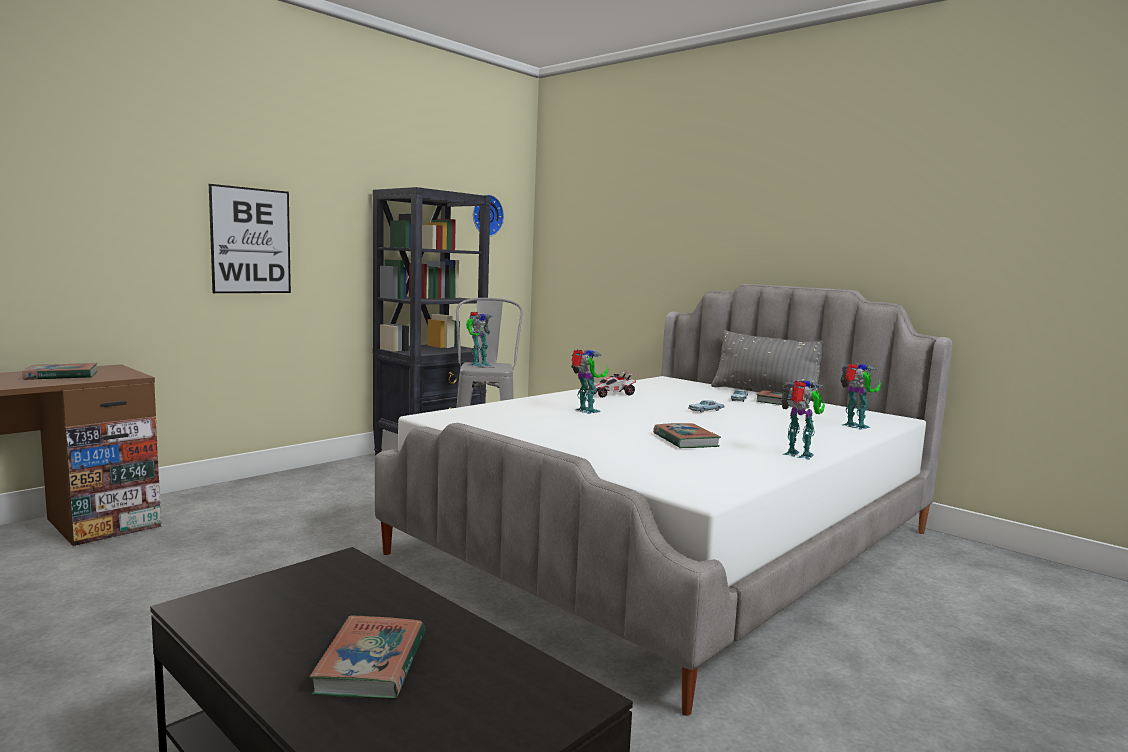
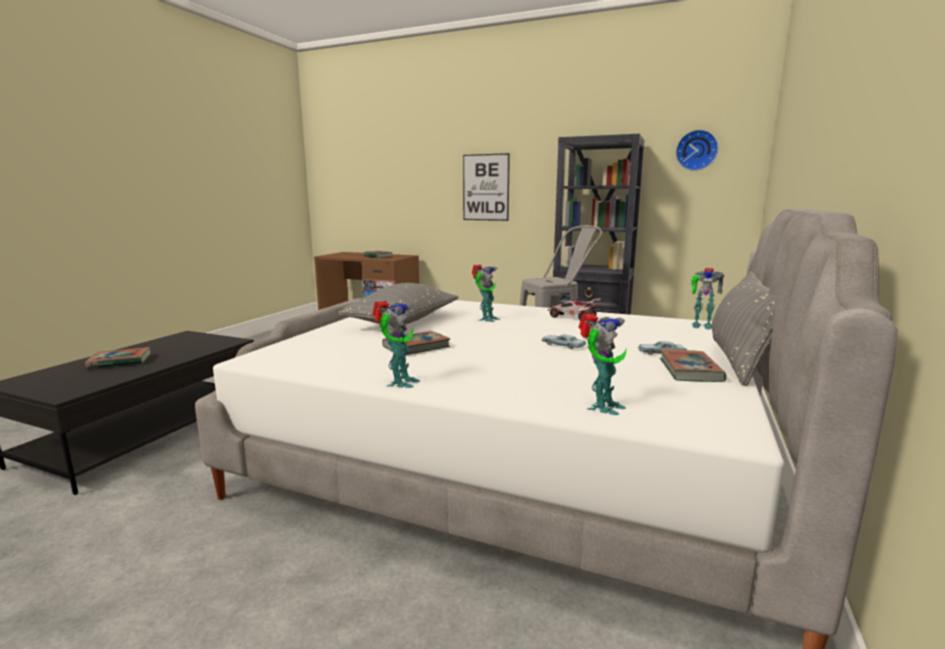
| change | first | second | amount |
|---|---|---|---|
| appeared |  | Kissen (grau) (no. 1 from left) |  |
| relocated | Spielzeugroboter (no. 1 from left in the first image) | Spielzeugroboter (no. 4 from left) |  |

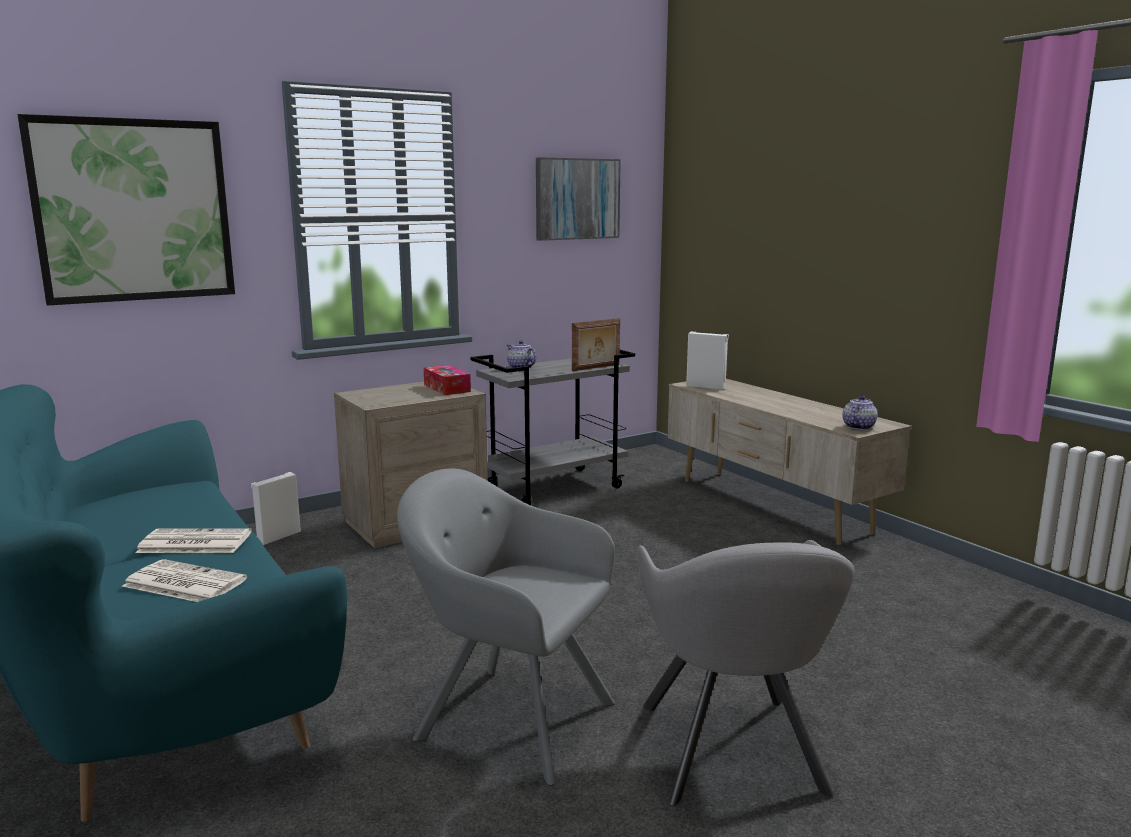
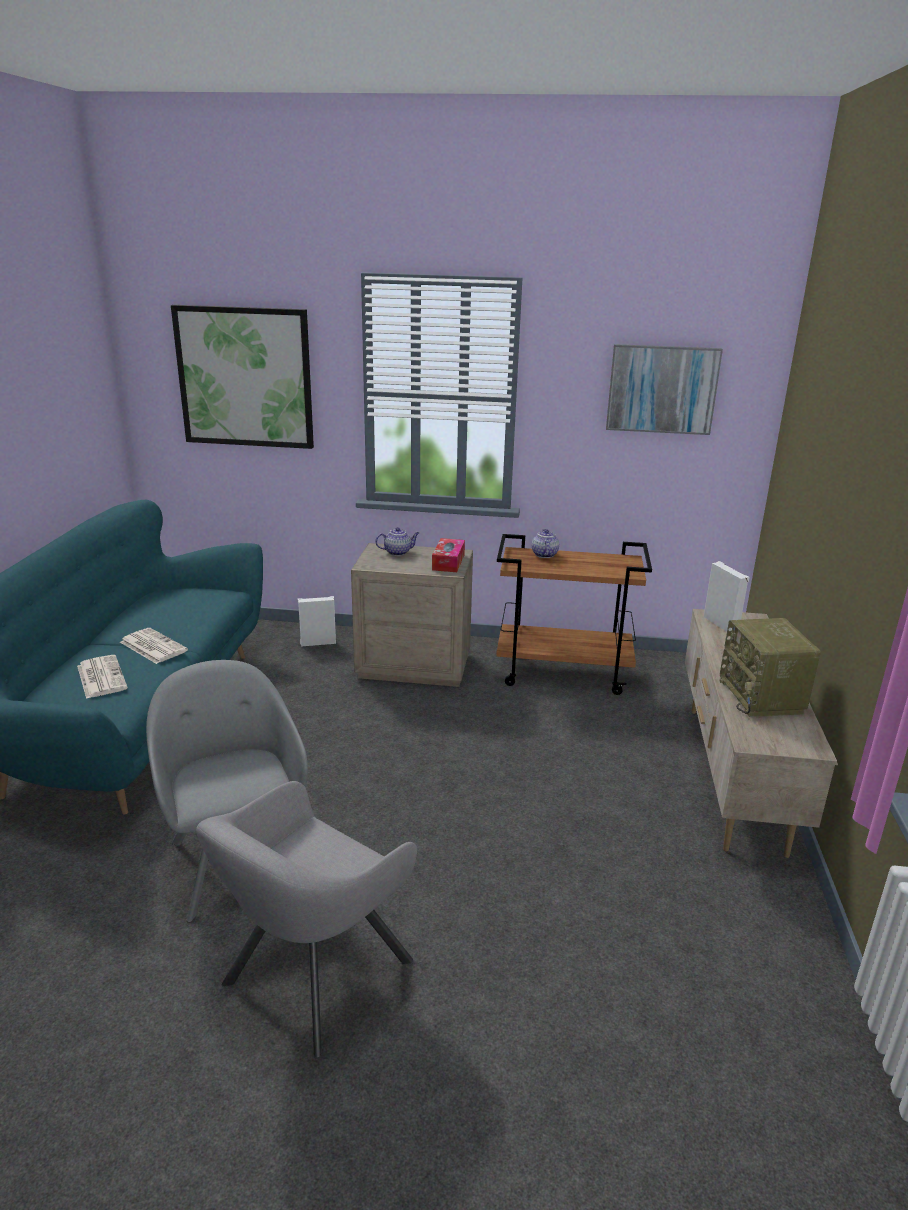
| change | first | second | amount |
|---|---|---|---|
| relocated | Teekanne (no. 2 from left in the first image) | Teekanne (no. 1 from left) |  |
| colour | Rollwagen (grau) | Rollwagen (braun) |  |
| appeared |  | Radio |  |
| missing | Bilderrahmen |  |  |

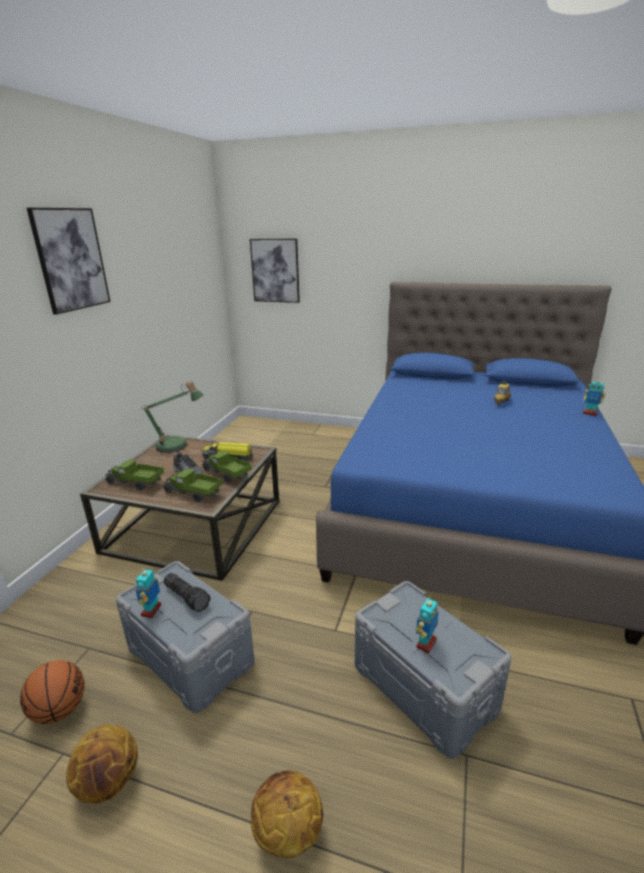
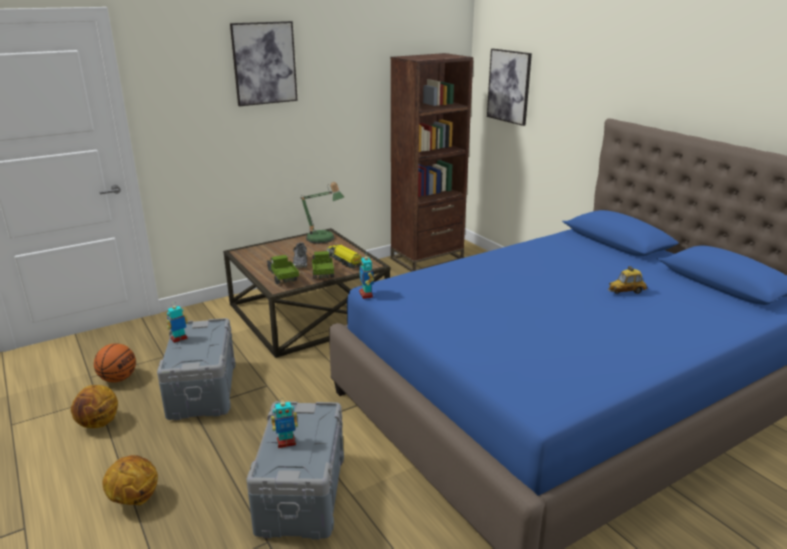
| change | first | second | amount |
|---|---|---|---|
| relocated | Spielzeugroboter (no. 3 from left) |  |  |
| appeared |  | Bücherregal (braun) |  |
| missing | Spielzeuglaster (no. 1 from left) |  |  |
| missing | Taschenlampe |  |  |

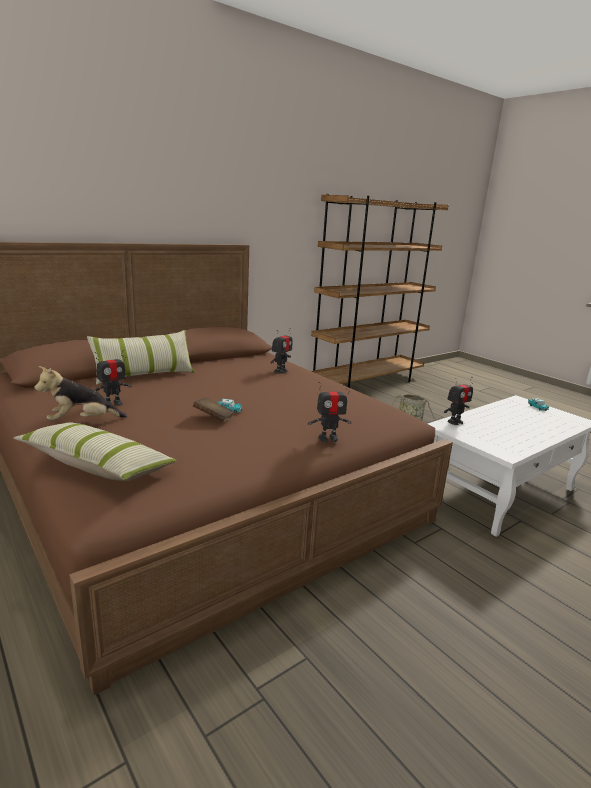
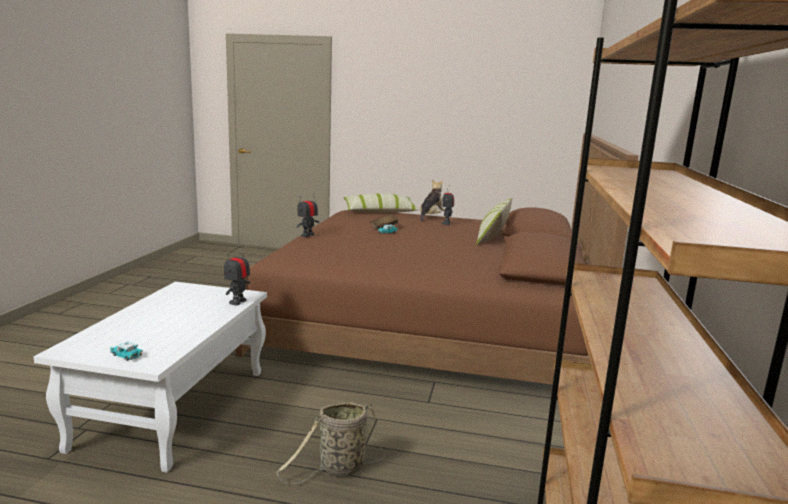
| change | first | second | amount |
|---|---|---|---|
| missing | Spielzeugroboter (no. 2 from left) |  |  |

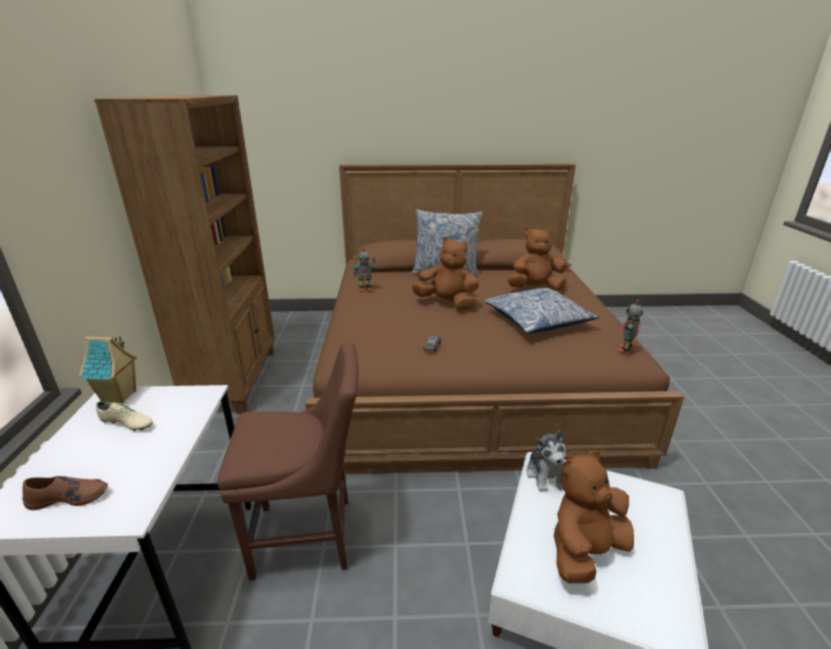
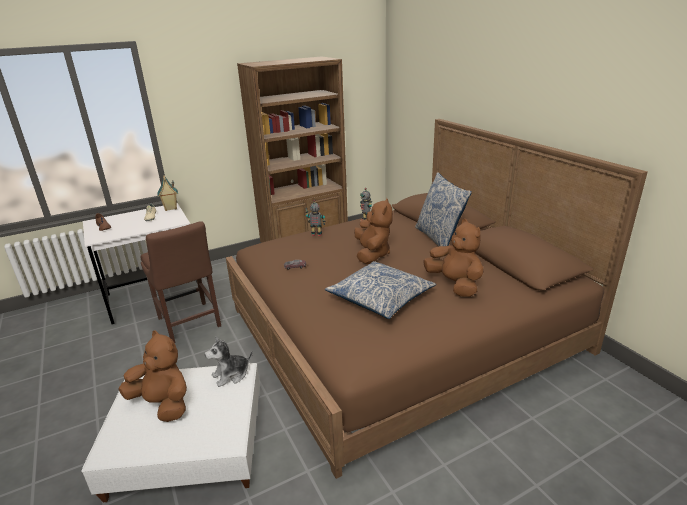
| change | first | second | amount |
|---|---|---|---|
| relocated | Spielzeugroboter (no. 2 from left in the first image) | Spielzeugroboter (no. 1 from left) |  |

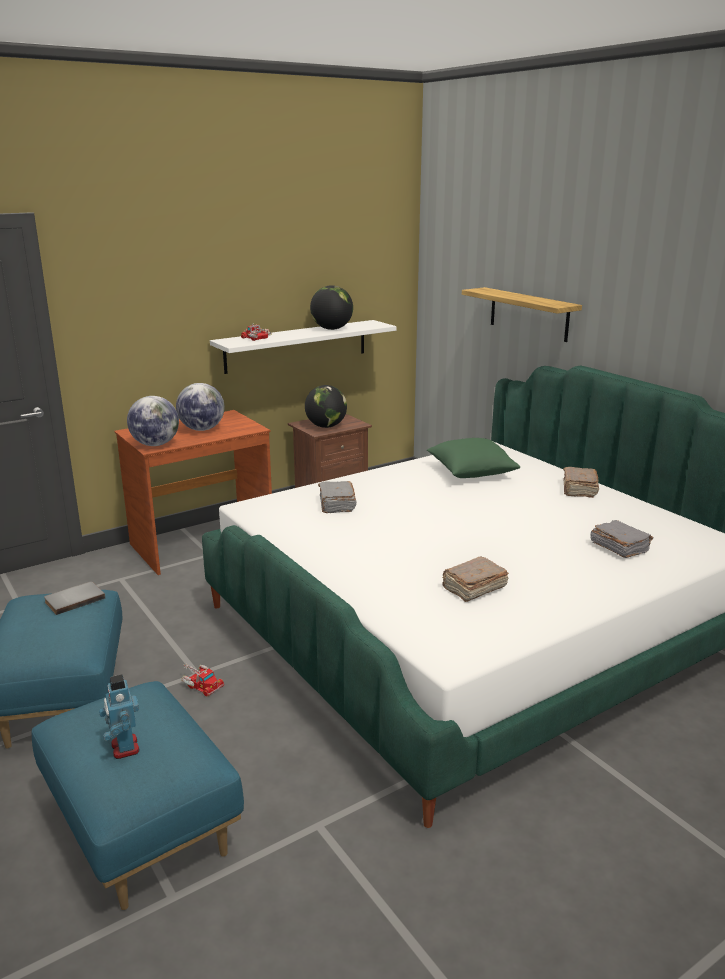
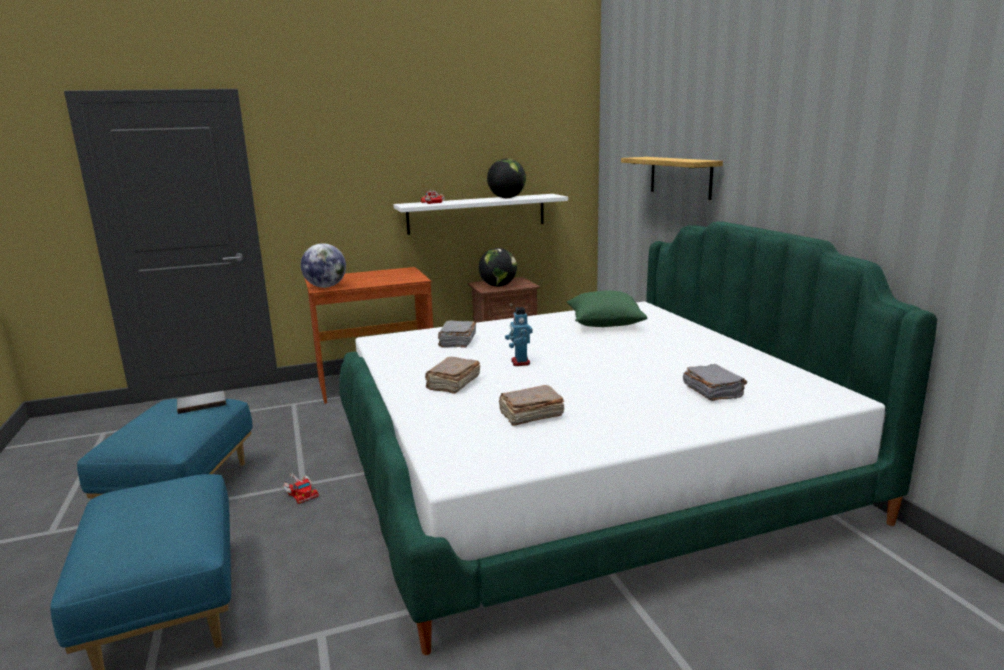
| change | first | second | amount |
|---|---|---|---|
| relocated | Buch (braun) (no. 2 from left in the first image) | Buch (braun) (no. 1 from left) |  |
| relocated | Spielzeugroboter |  |  |
| missing | Globus (no. 2 from left) |  |  |

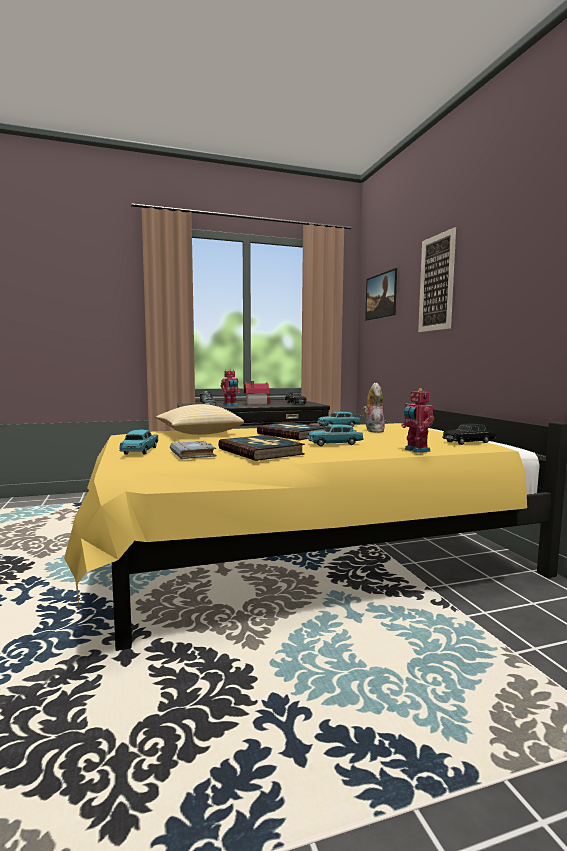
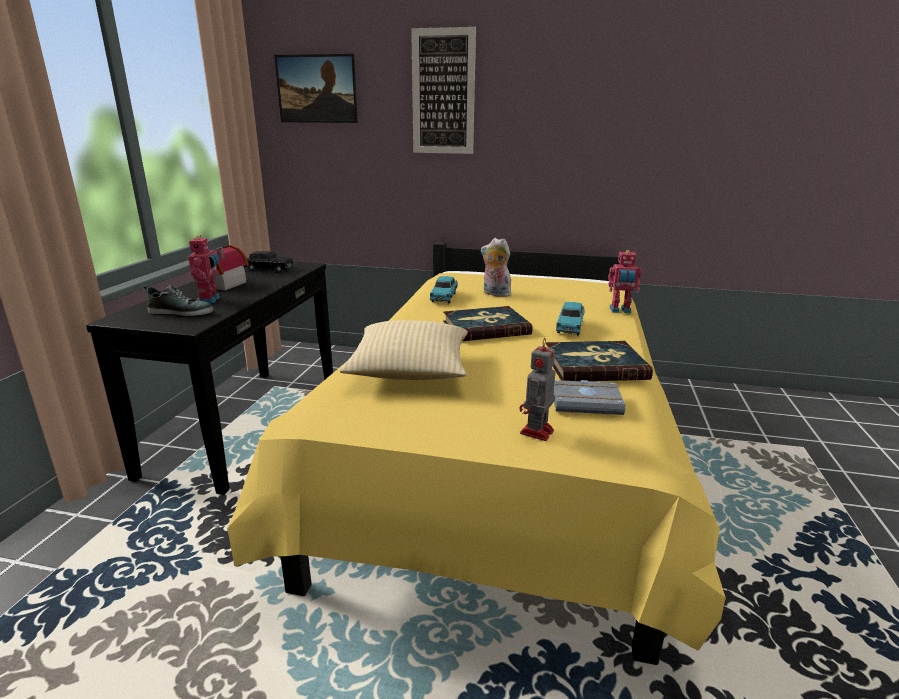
| change | first | second | amount |
|---|---|---|---|
| exchanged | Spielzeugauto (türkis) (no. 1 from left) | Spielzeugroboter (no. 2 from left) |  |
| missing | Spielzeugauto (schwarz) (no. 2 from left) |  |  |

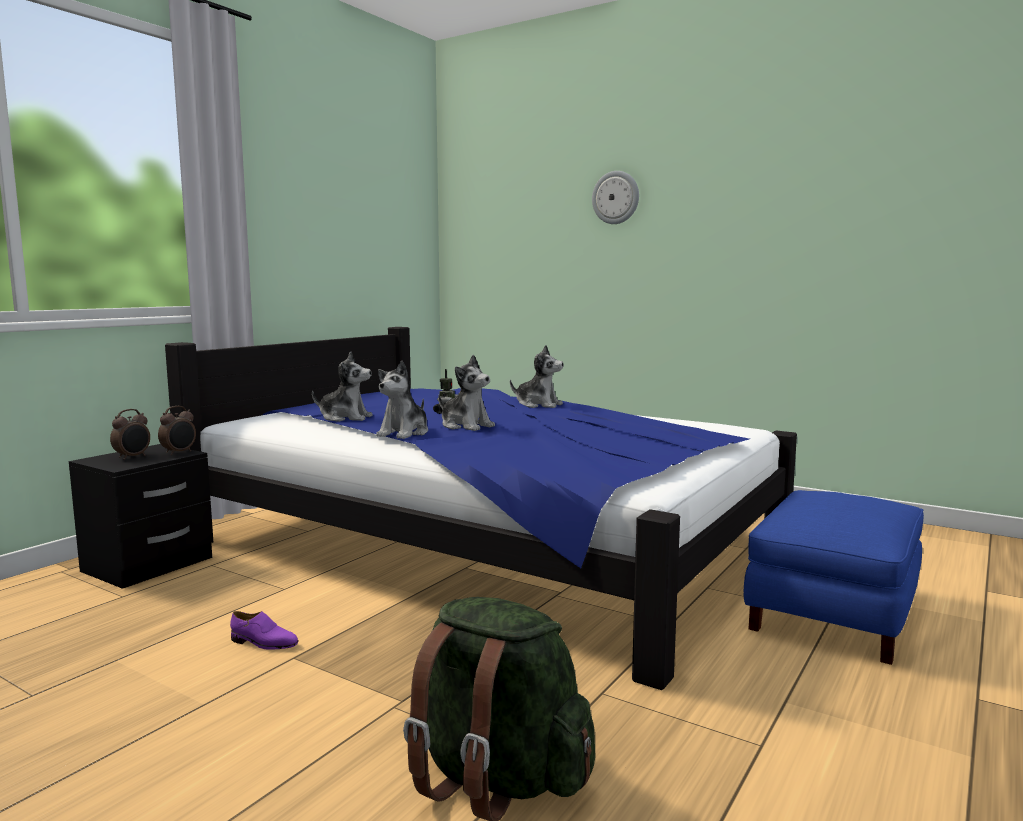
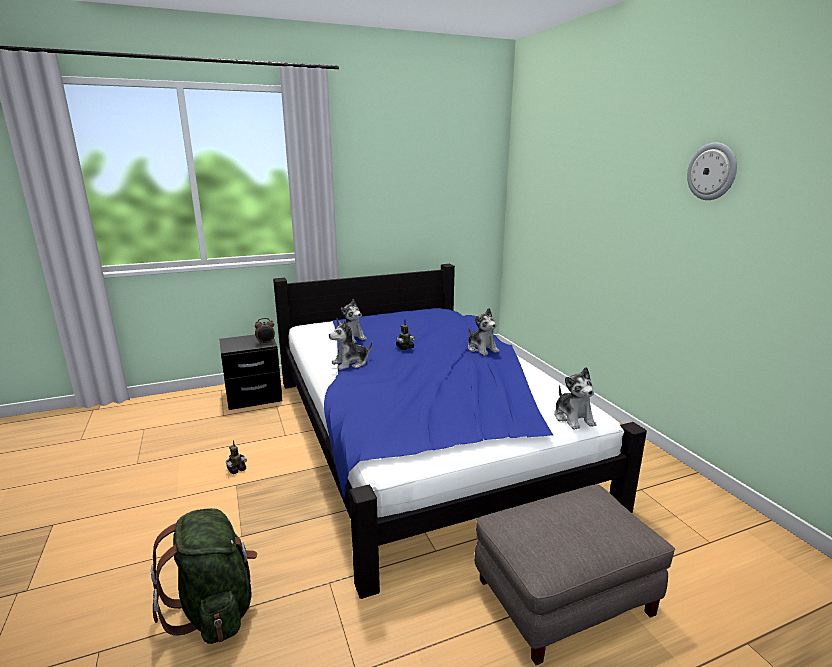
| change | first | second | amount |
|---|---|---|---|
| exchanged | Schuh (lila) | Spielzeugroboter (no. 1 from left) |  |
| colour | Polsterhocker (blau) | Polsterhocker (grau) |  |
| relocated | Plüschtier (no. 3 from left in the first image) | Plüschtier (no. 4 from left) |  |
| relocated | Wanduhr |  |  |
| missing | Wecker (no. 1 from left) |  |  |

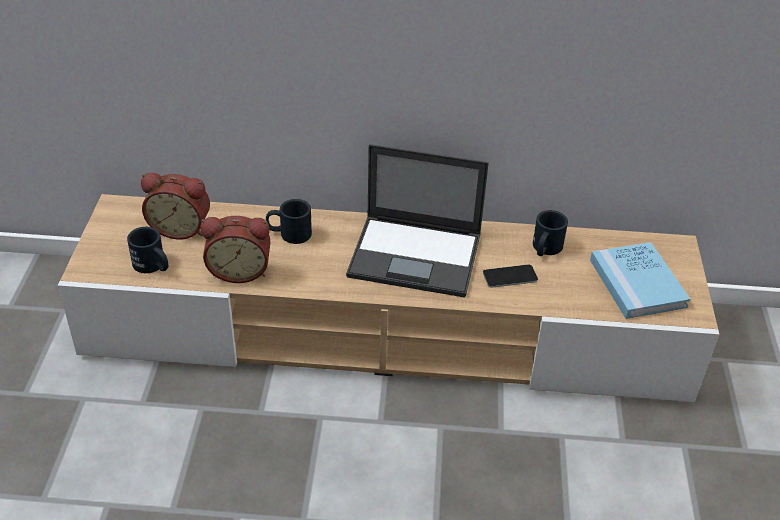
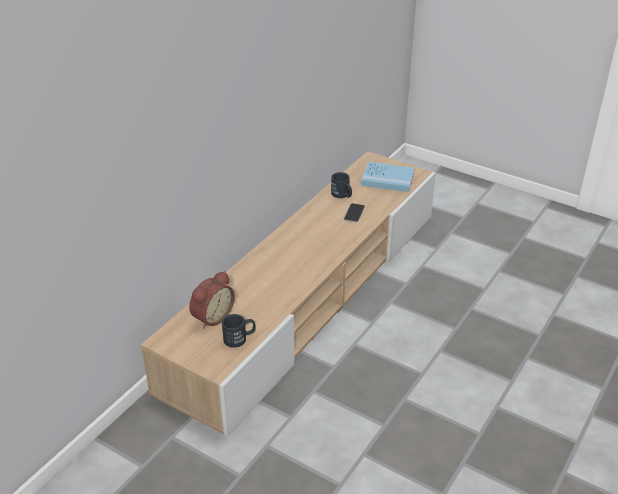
| change | first | second | amount |
|---|---|---|---|
| missing | Wecker (no. 2 from left) |  |  |
| missing | Henkelbecher (schwarz) (no. 2 from left) |  |  |
| missing | Laptop |  |  |

